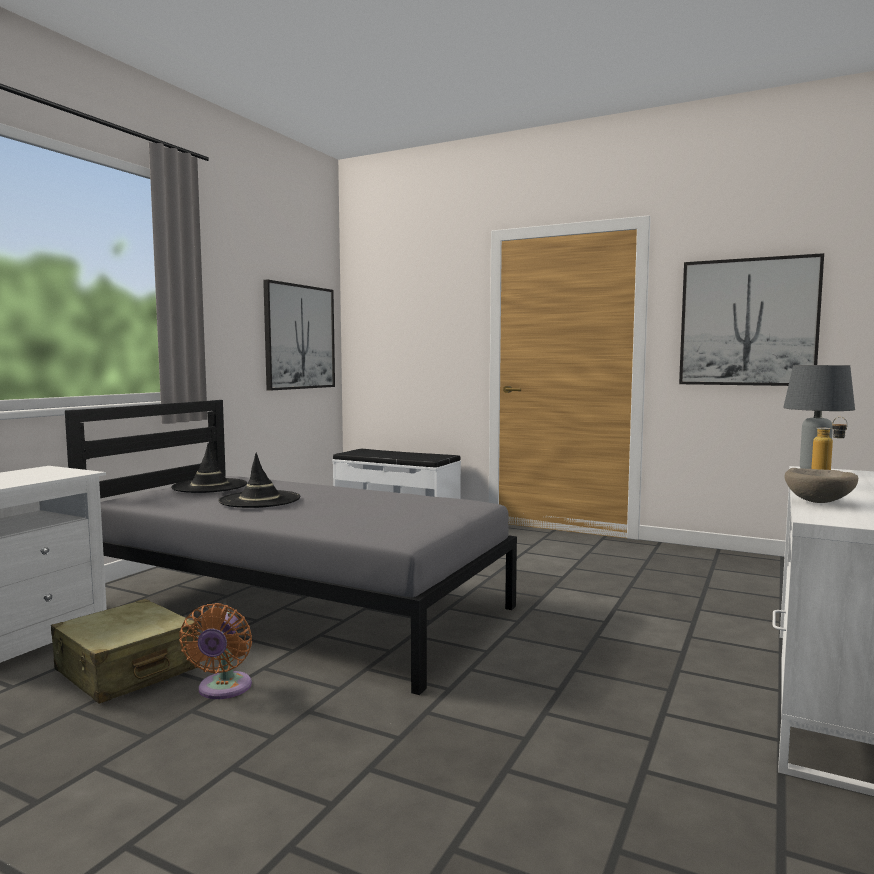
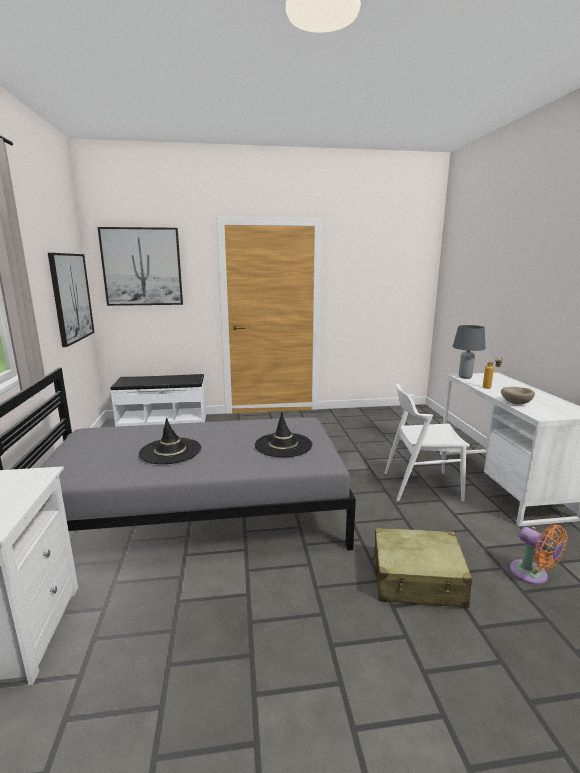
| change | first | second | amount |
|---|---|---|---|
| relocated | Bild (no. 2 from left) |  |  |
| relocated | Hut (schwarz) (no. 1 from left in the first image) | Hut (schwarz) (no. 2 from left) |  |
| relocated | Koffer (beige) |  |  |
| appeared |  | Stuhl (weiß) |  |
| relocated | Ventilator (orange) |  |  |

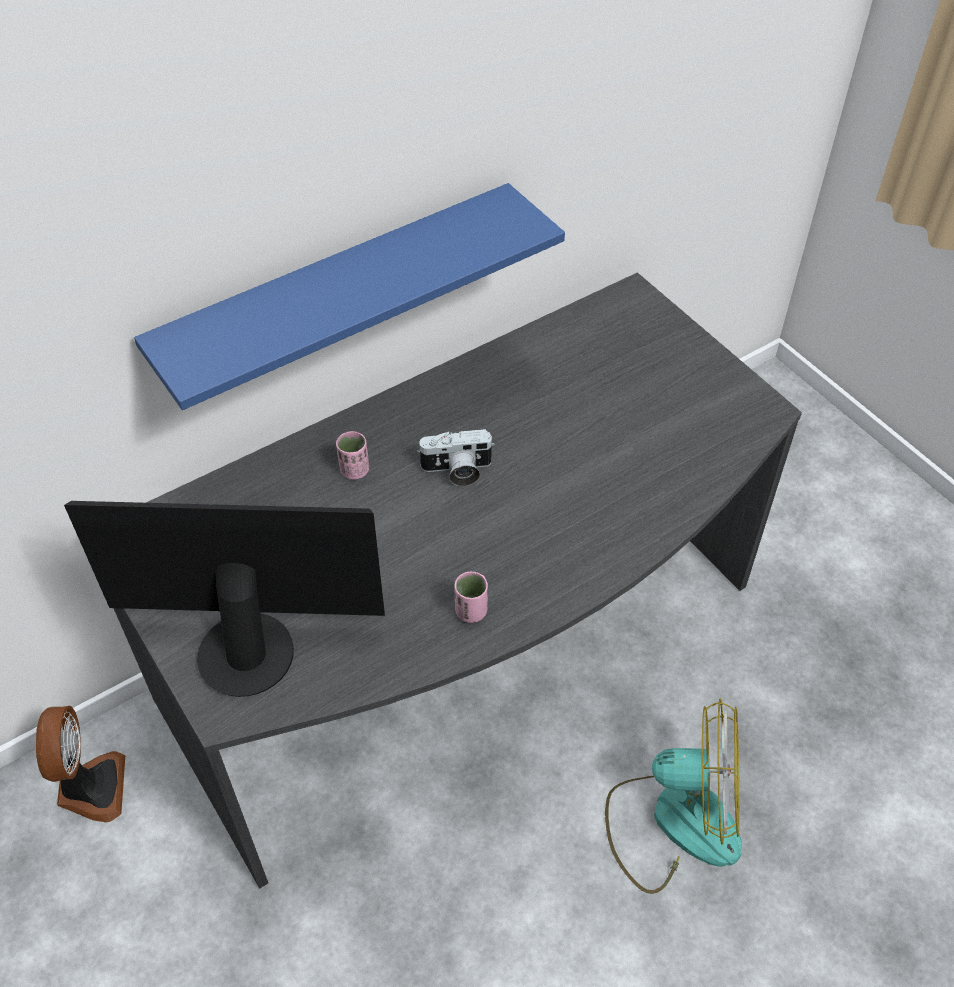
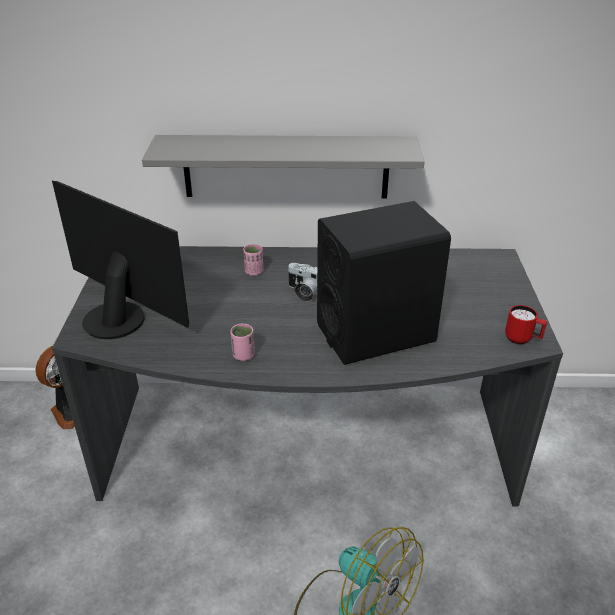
| change | first | second | amount |
|---|---|---|---|
| colour | Wandregal (blau) | Wandregal (grau) |  |
| appeared |  | Lautsprecher (schwarz) |  |
| appeared |  | Henkelbecher (rot) |  |

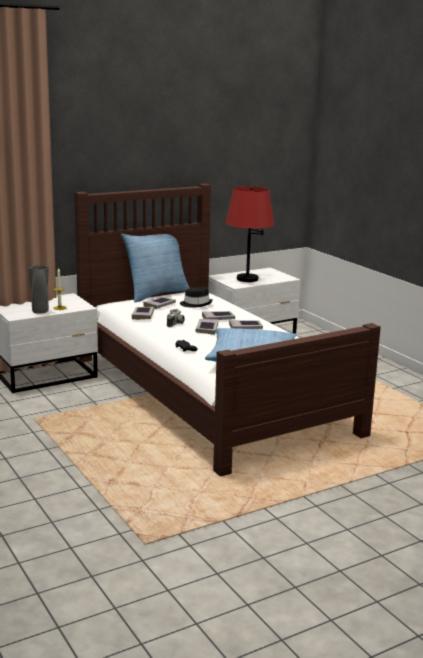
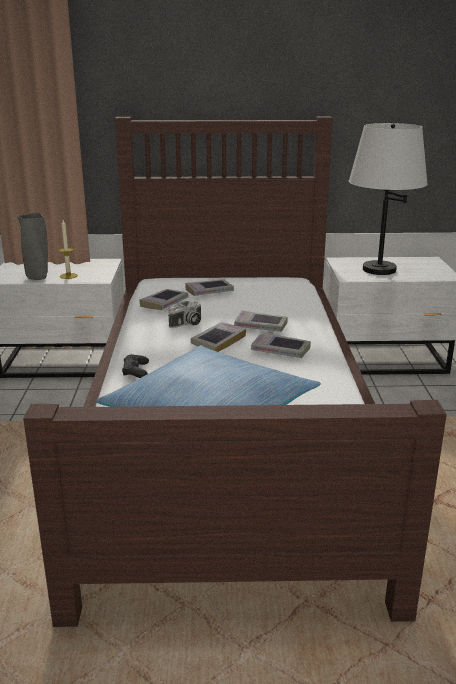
| change | first | second | amount |
|---|---|---|---|
| colour | Tischlampe (rot) | Tischlampe (weiß) |  |
| missing | Kissen (no. 1 from left) |  |  |
| missing | Hut (schwarz) |  |  |

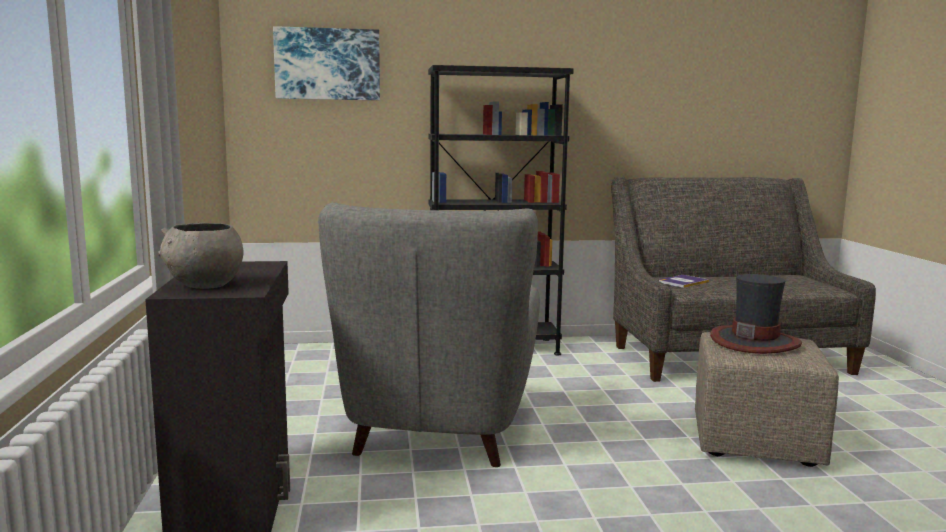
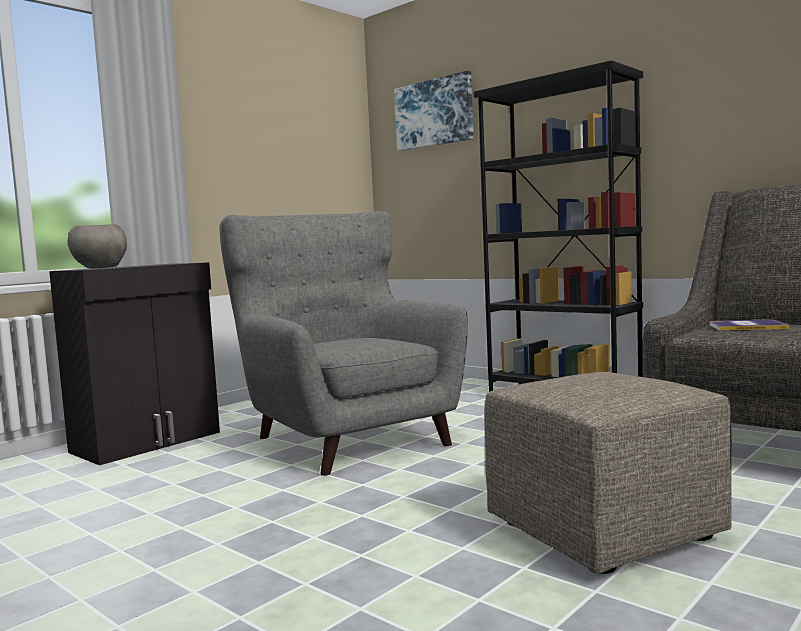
| change | first | second | amount |
|---|---|---|---|
| spun | Sessel (grau) |  | 90 degrees clockwise |
| missing | Hut |  |  |

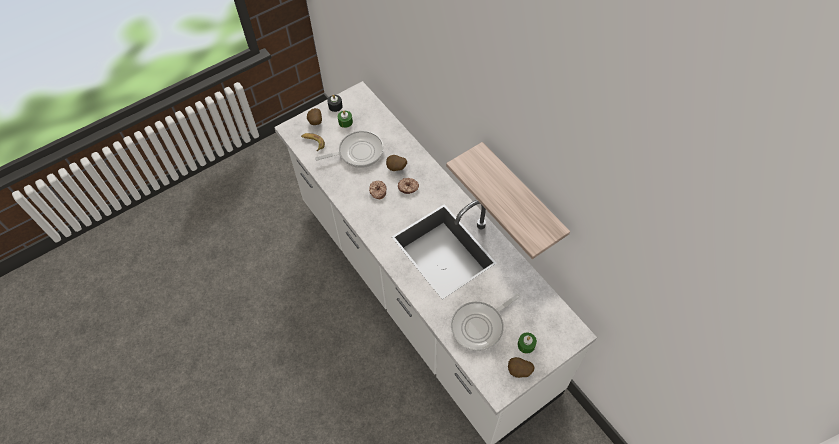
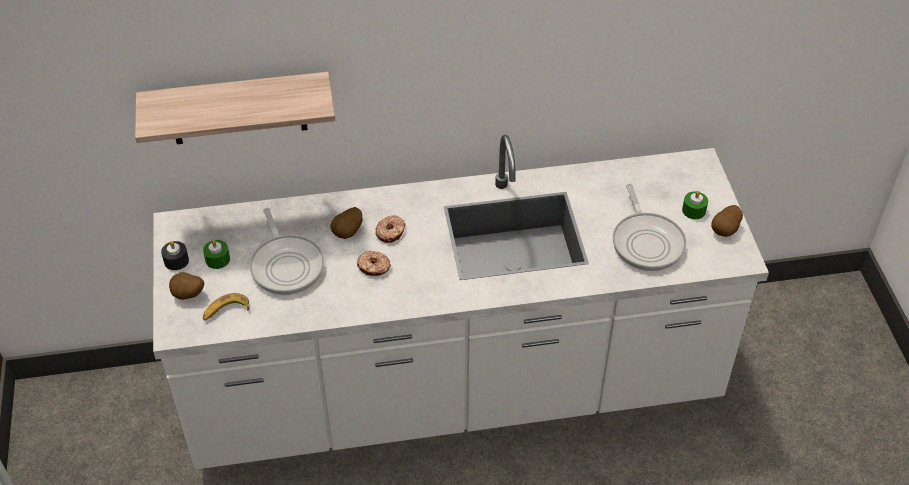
| change | first | second | amount |
|---|---|---|---|
| relocated | Wandregal |  |  |
| spun | Pfanne (no. 1 from left) |  | 150 degrees clockwise |

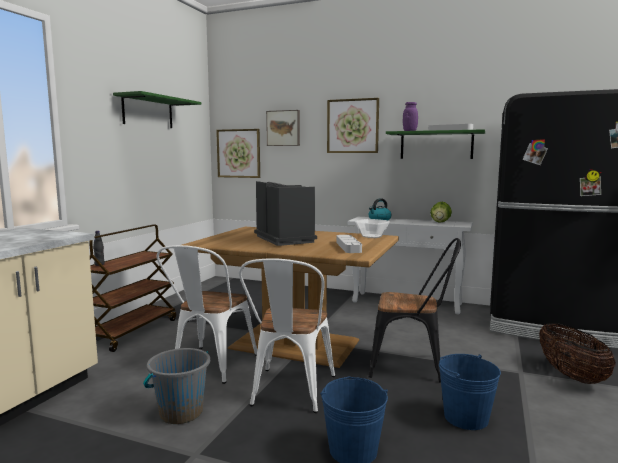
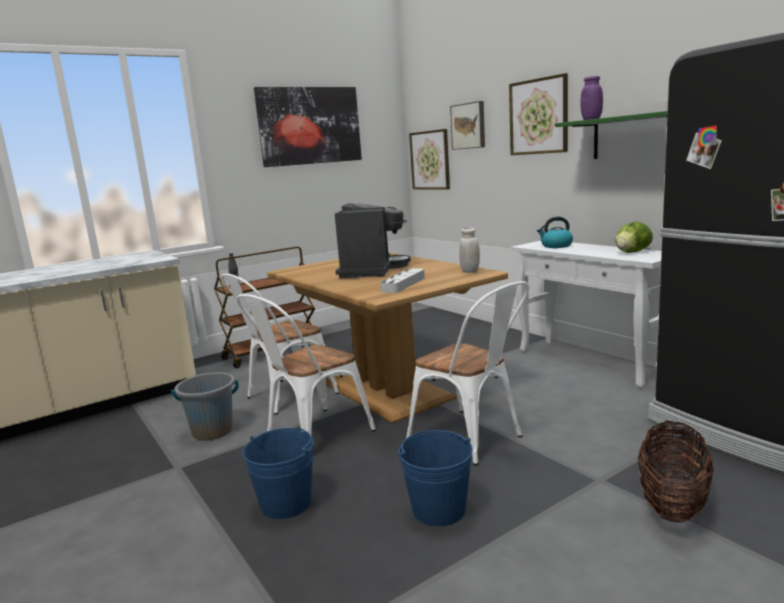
| change | first | second | amount |
|---|---|---|---|
| exchanged | Wandregal (grün) (no. 1 from left) | Bild (no. 1 from left) |  |
| colour | Stuhl (schwarz) | Stuhl (weiß) (no. 3 from left) |  |
| exchanged | Schüssel | Vorratsglas (weiß) |  |

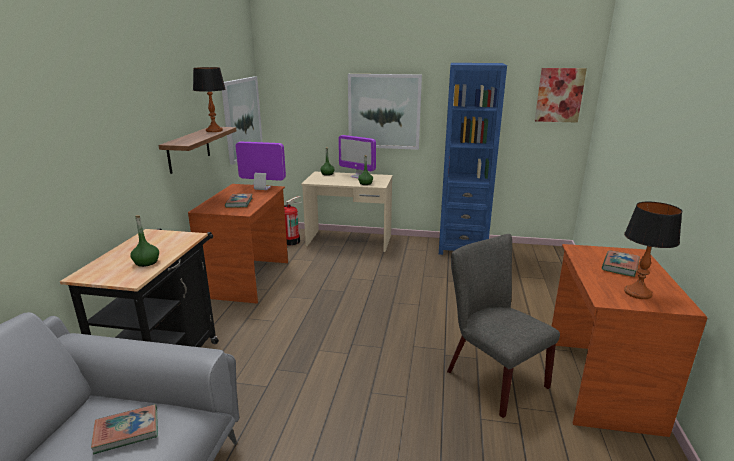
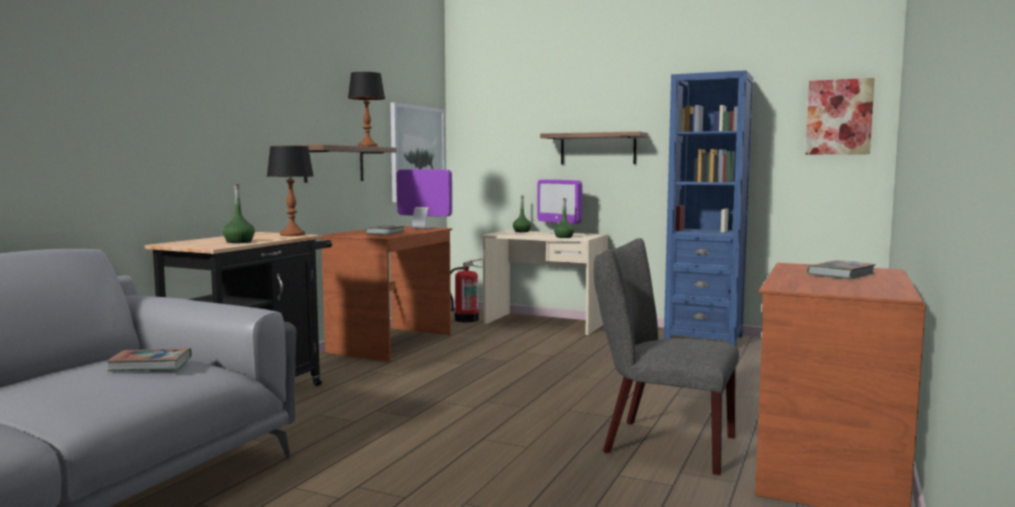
| change | first | second | amount |
|---|---|---|---|
| relocated | Tischlampe (no. 2 from left in the first image) | Tischlampe (no. 1 from left) |  |
| exchanged | Bild (no. 2 from left) | Wandregal (no. 2 from left) |  |
| spun | Stuhl (grau) |  | 45 degrees counterclockwise |

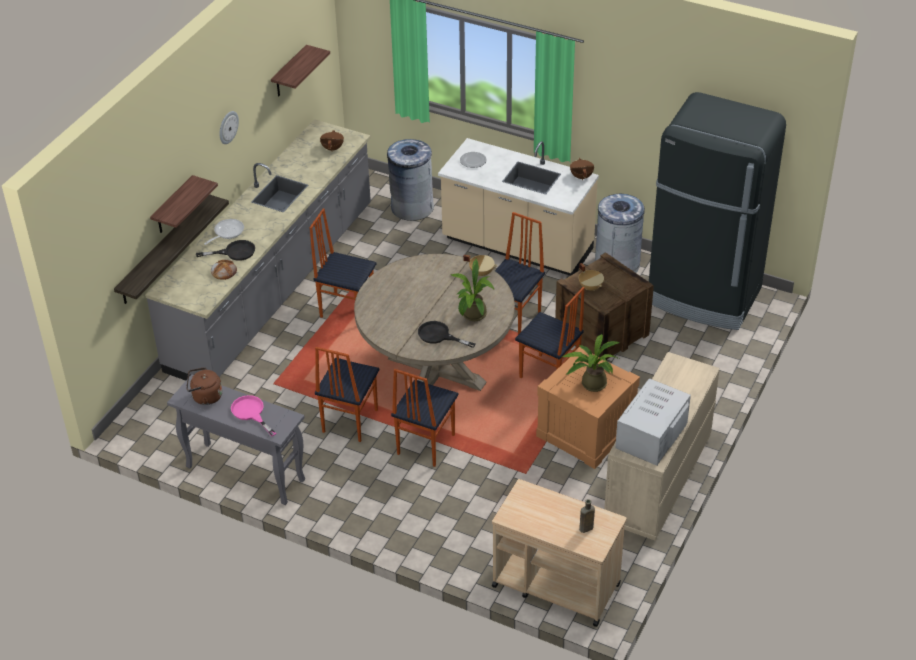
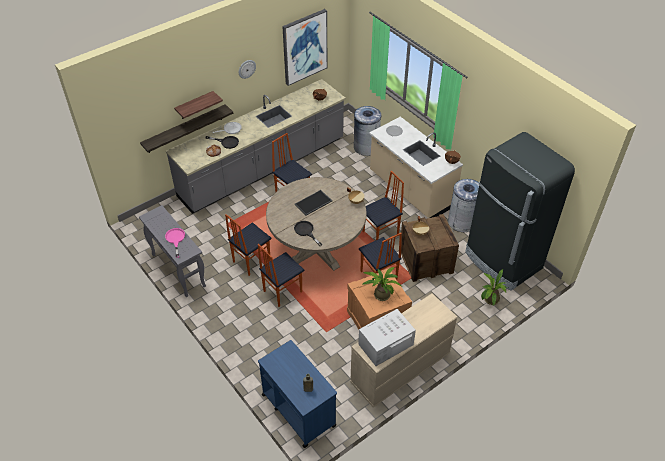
| change | first | second | amount |
|---|---|---|---|
| colour | Rollwagen (beige) | Rollwagen (blau) |  |
| exchanged | Wandregal (no. 3 from left) | Bild |  |
| appeared |  | Tablett |  |
| relocated | Topfpflanze (no. 1 from left in the first image) | Topfpflanze (no. 2 from left) |  |
| missing | Wasserkessel (braun) |  |  |

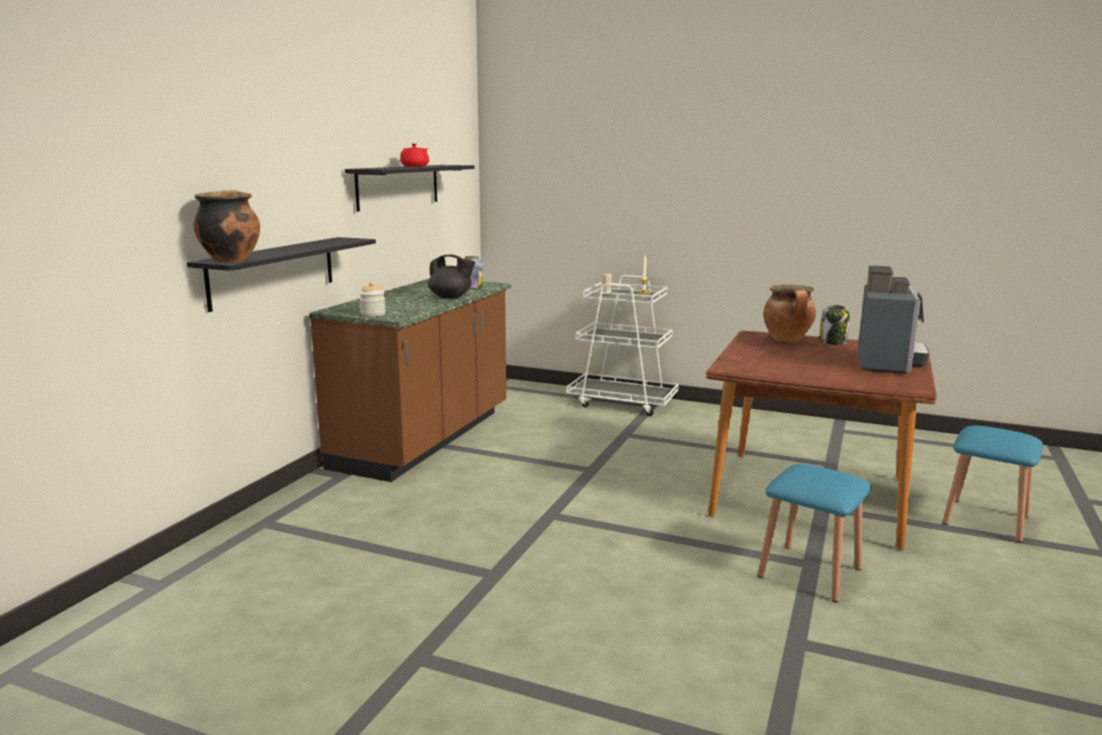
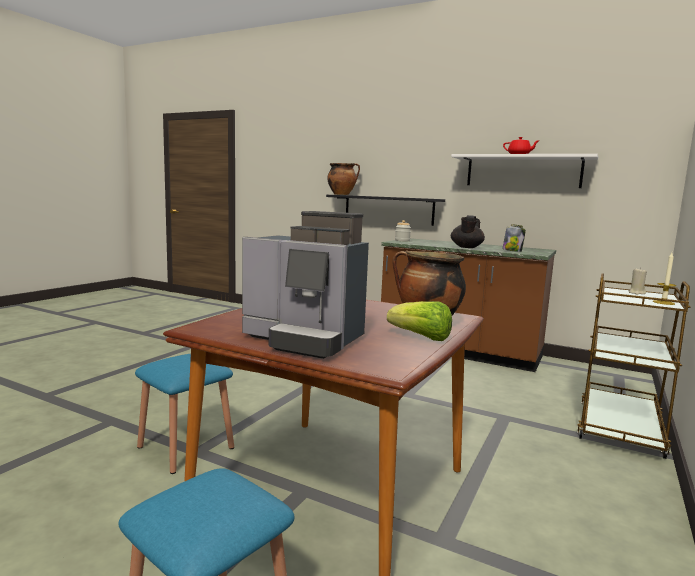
| change | first | second | amount |
|---|---|---|---|
| exchanged | Vorratsglas (no. 3 from left) | Salatkopf |  |
| colour | Wandregal (schwarz) (no. 2 from left) | Wandregal (weiß) |  |
| colour | Rollwagen (weiß) | Rollwagen (braun) |  |

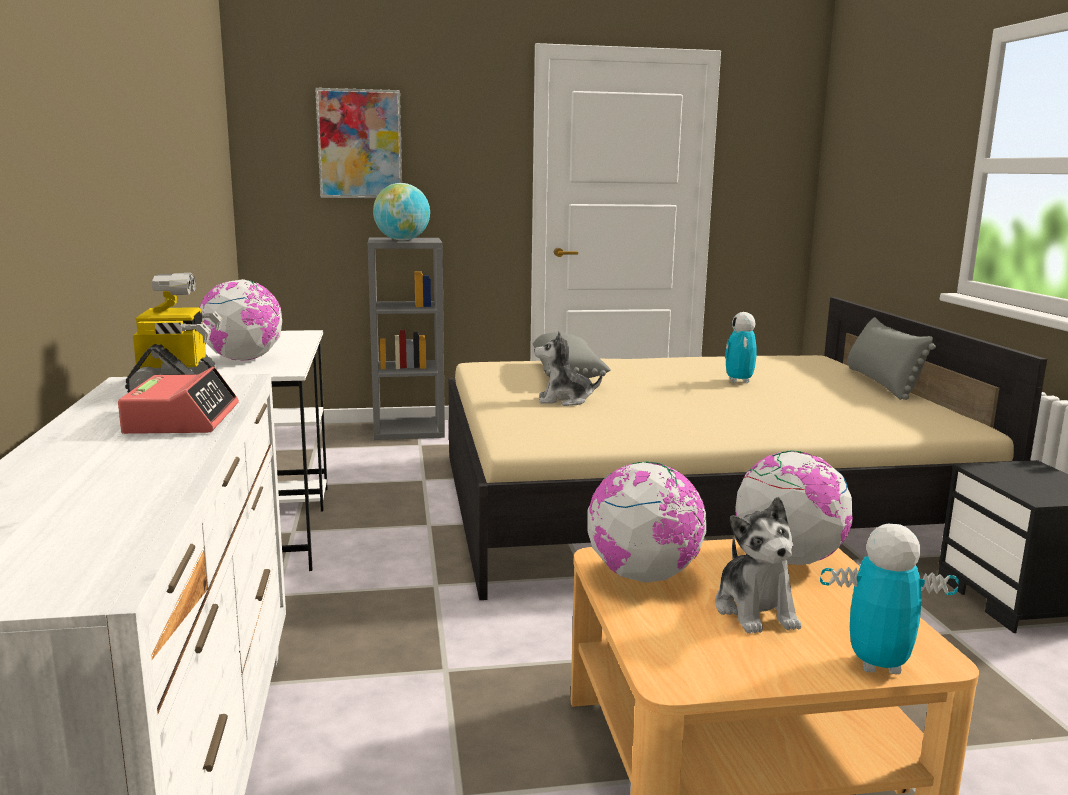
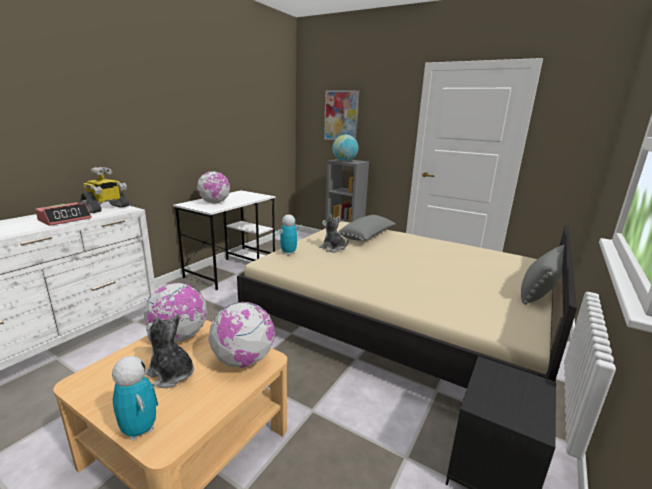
| change | first | second | amount |
|---|---|---|---|
| spun | Plüschtier (no. 2 from left in the first image) | Plüschtier (no. 1 from left) | 90 degrees clockwise |
| relocated | Spielzeugroboter (no. 2 from left in the first image) | Spielzeugroboter (no. 3 from left) |  |

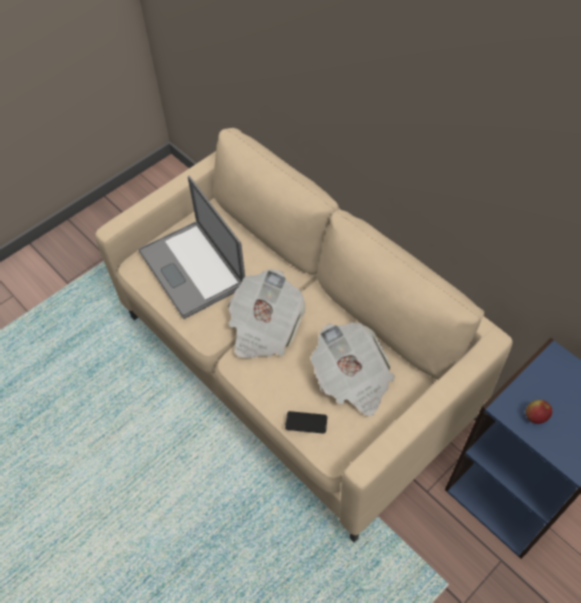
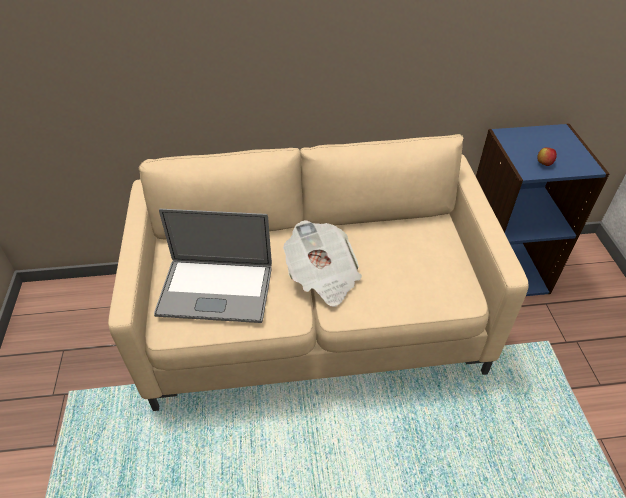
| change | first | second | amount |
|---|---|---|---|
| missing | Handy |  |  |
| missing | Zeitung (no. 2 from left) |  |  |

